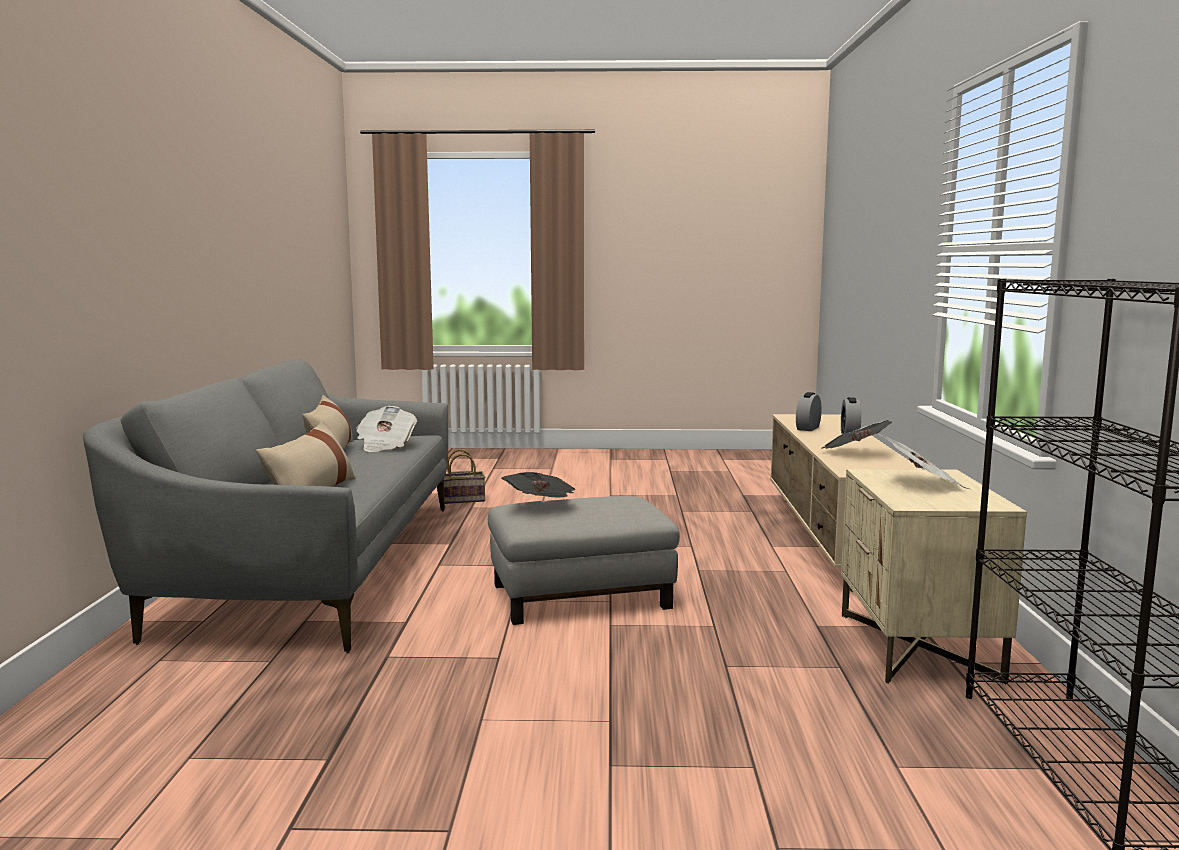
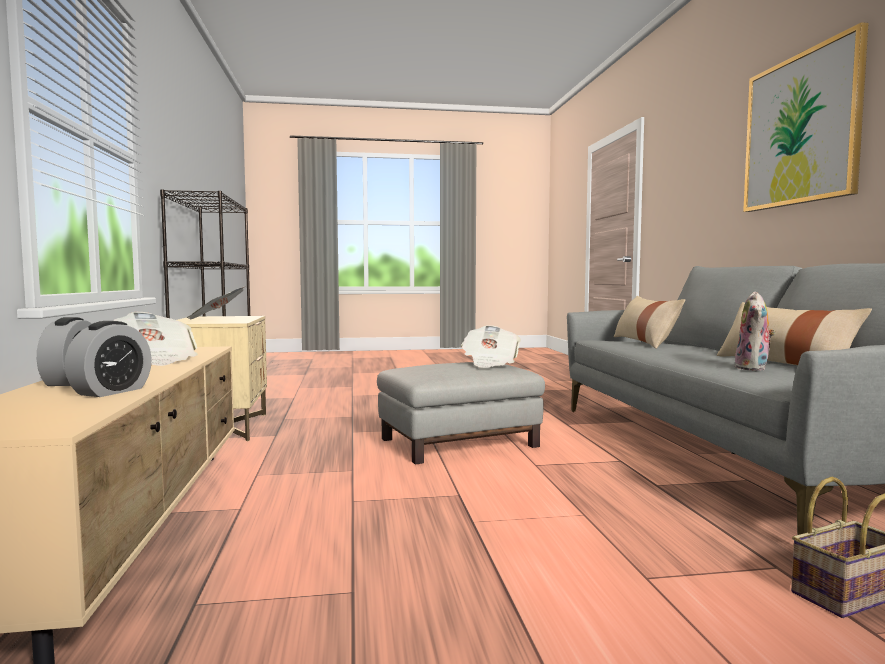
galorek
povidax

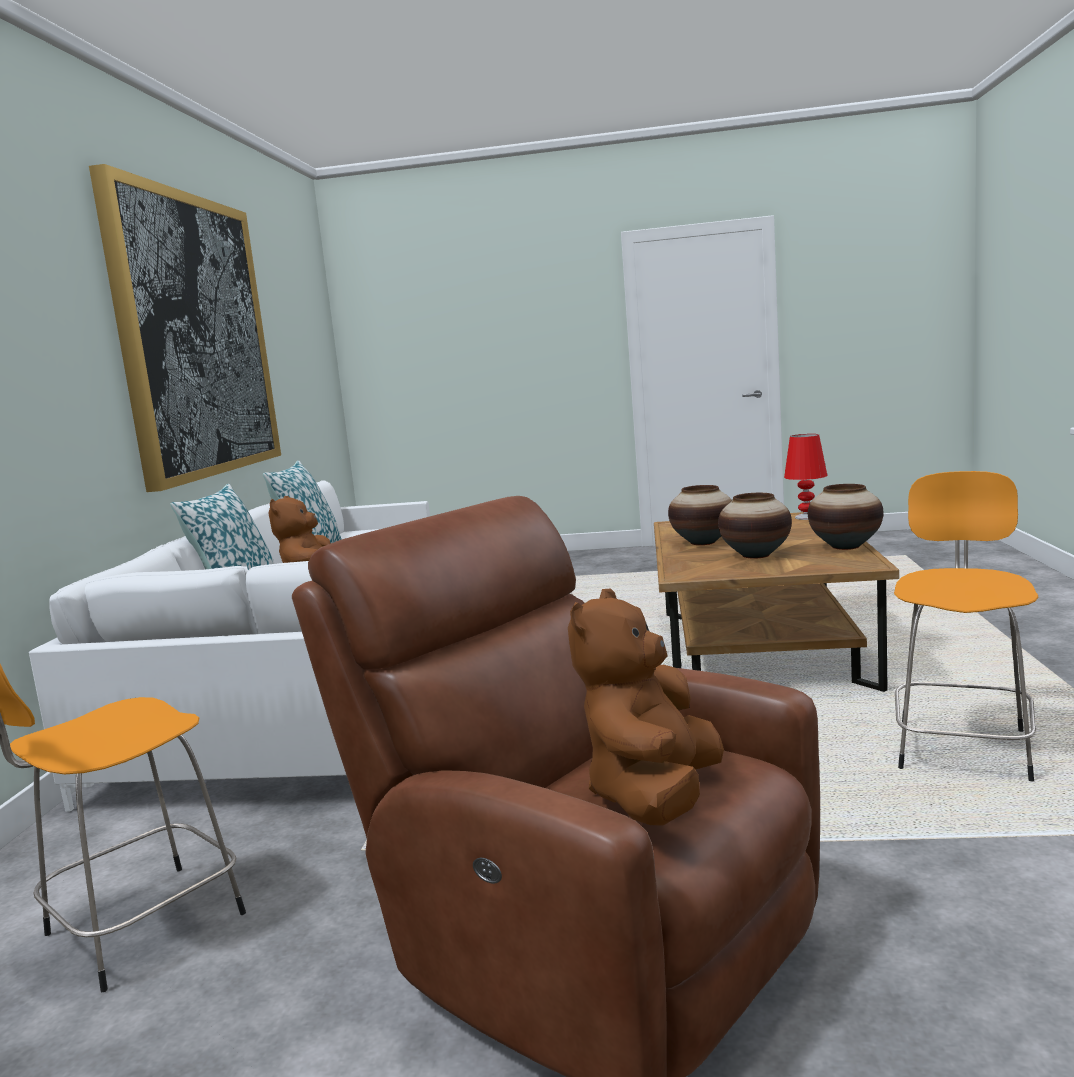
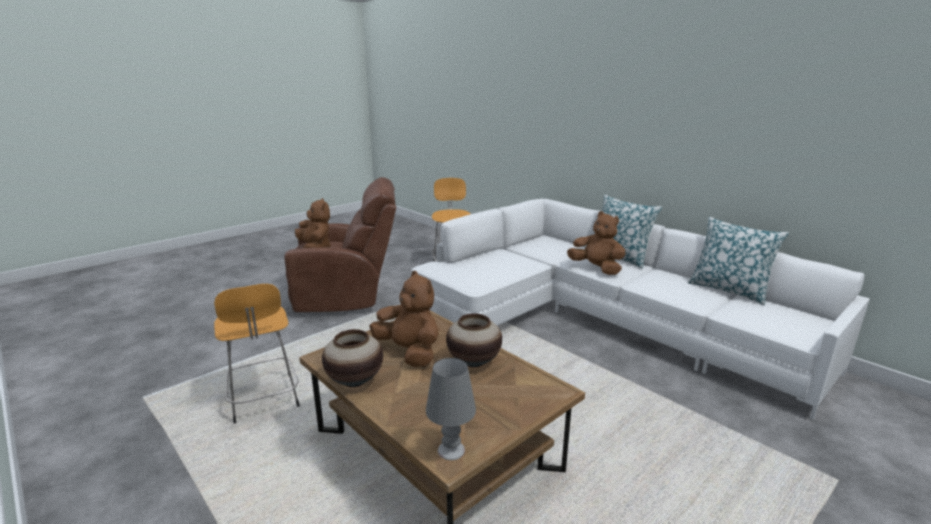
brown_galorek (2nd from left)
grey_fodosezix
povidax

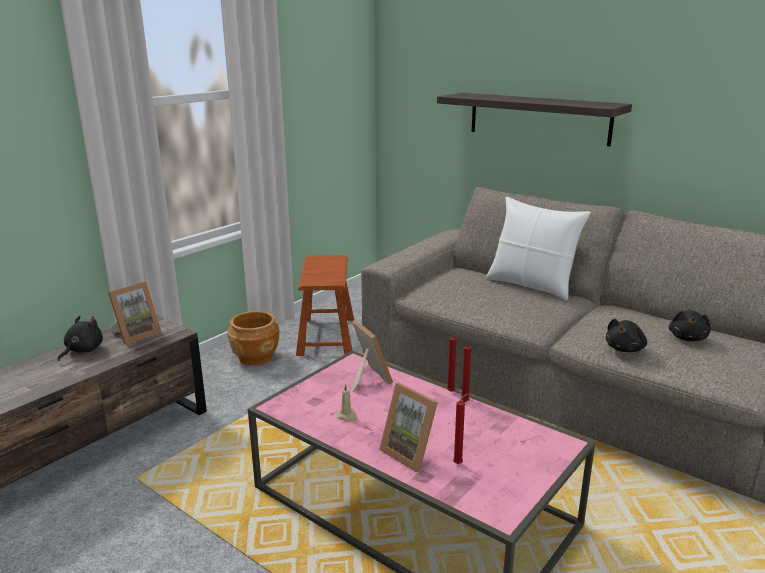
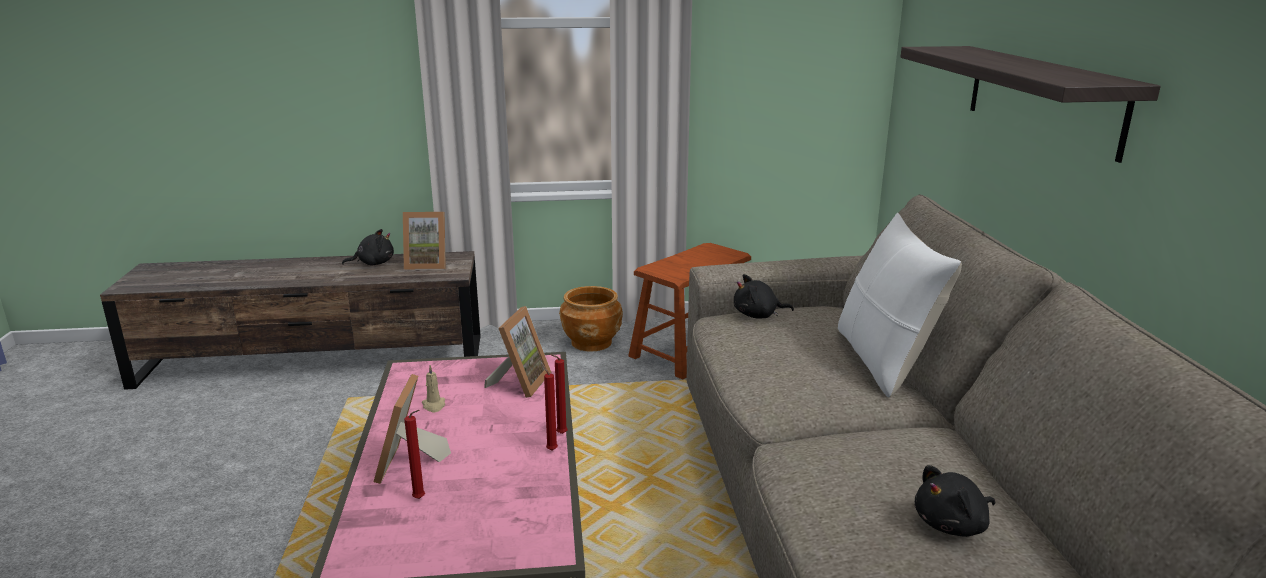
black_galorek (2nd from left)

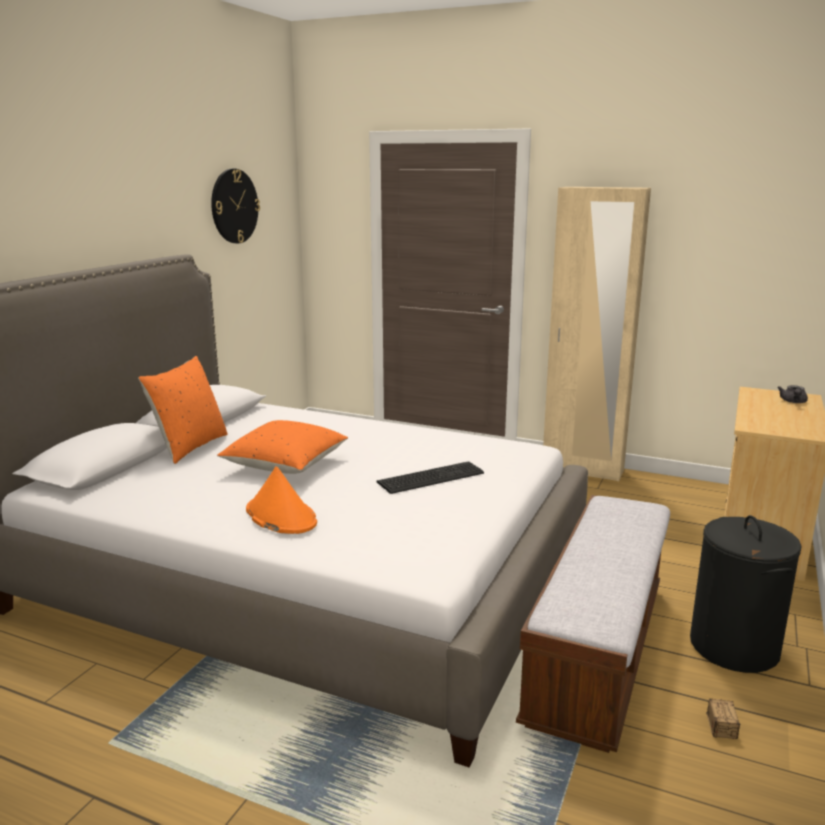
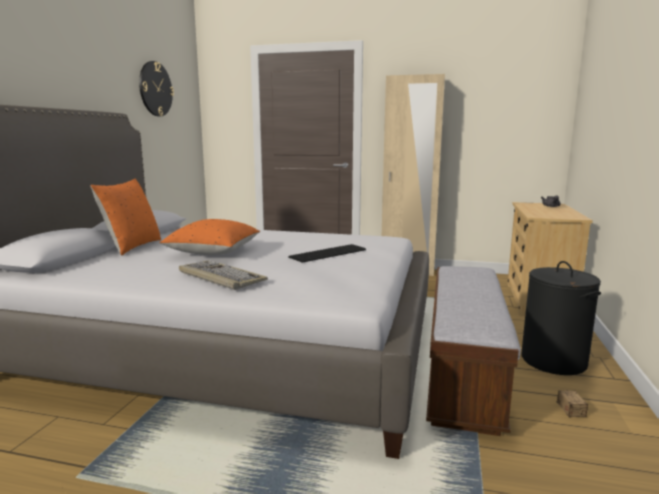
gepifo (1st from left)

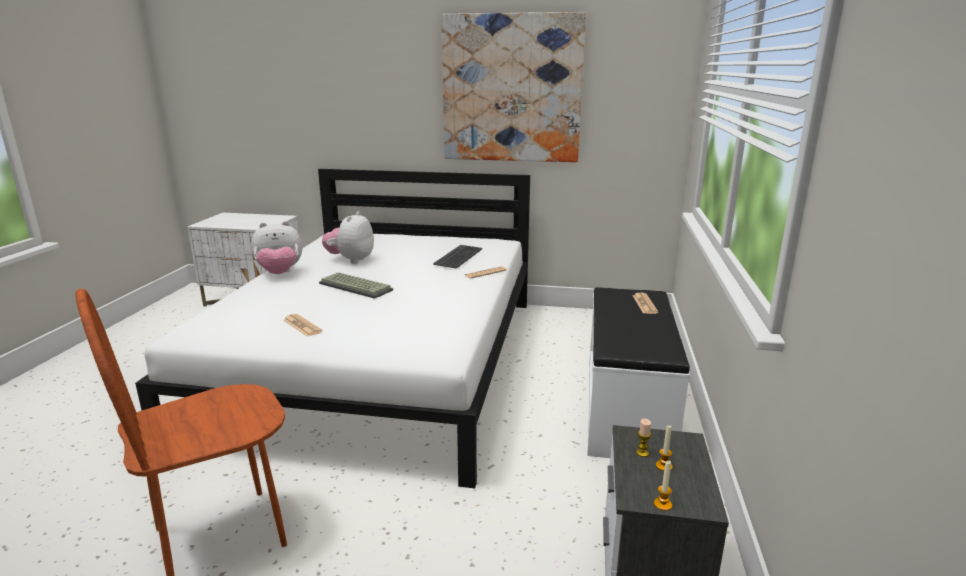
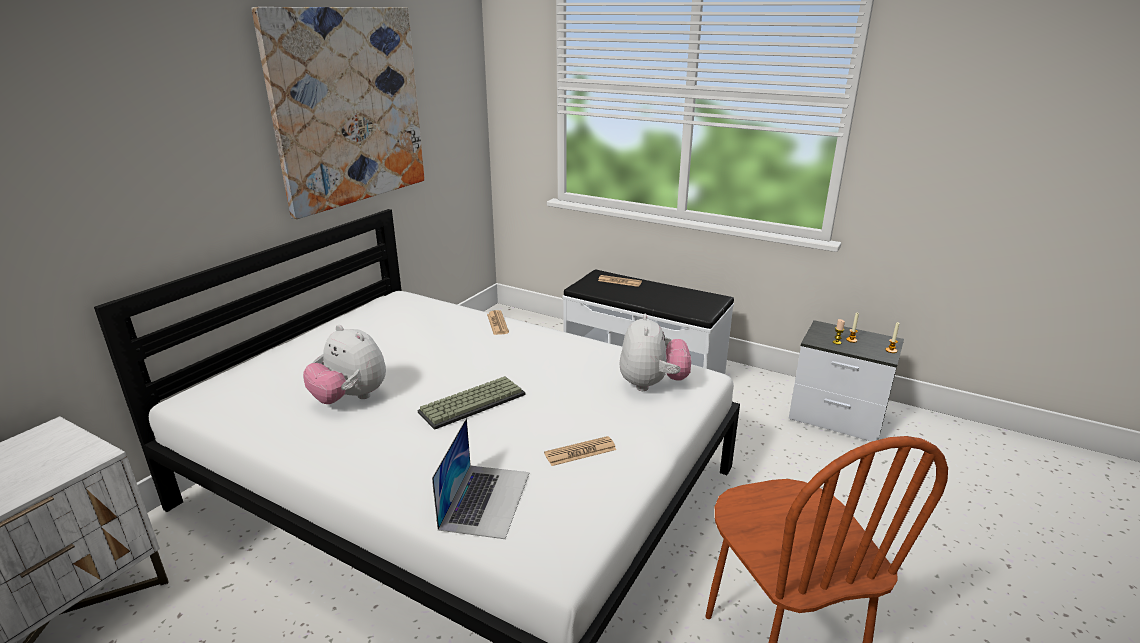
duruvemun
galorek (2nd from left)
gepifo (2nd from left in the first image)

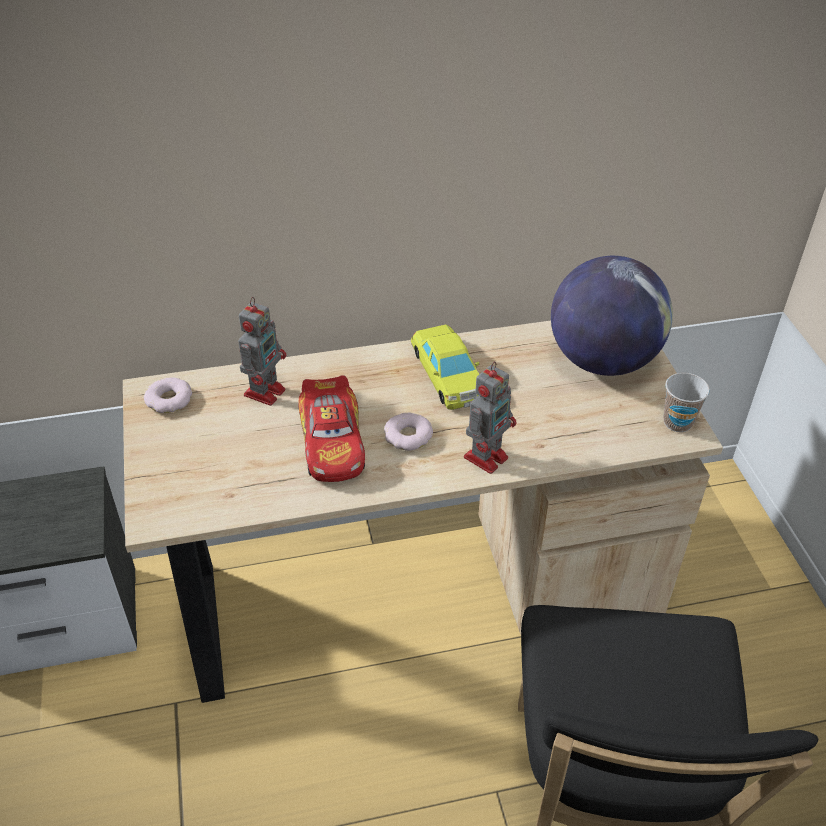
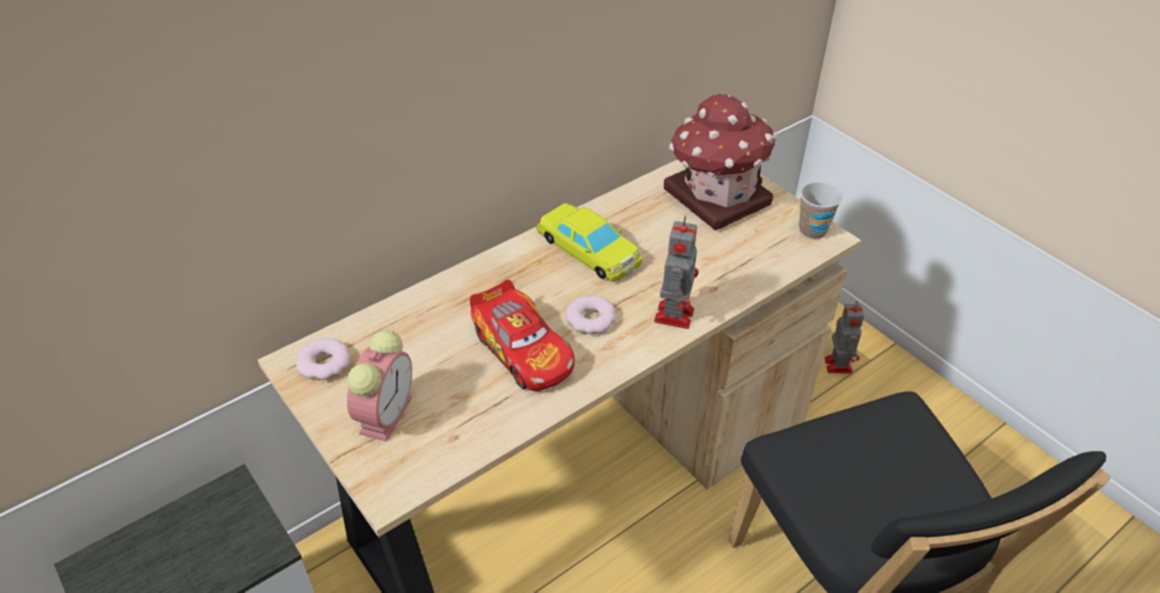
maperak
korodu
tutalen (2nd from left)

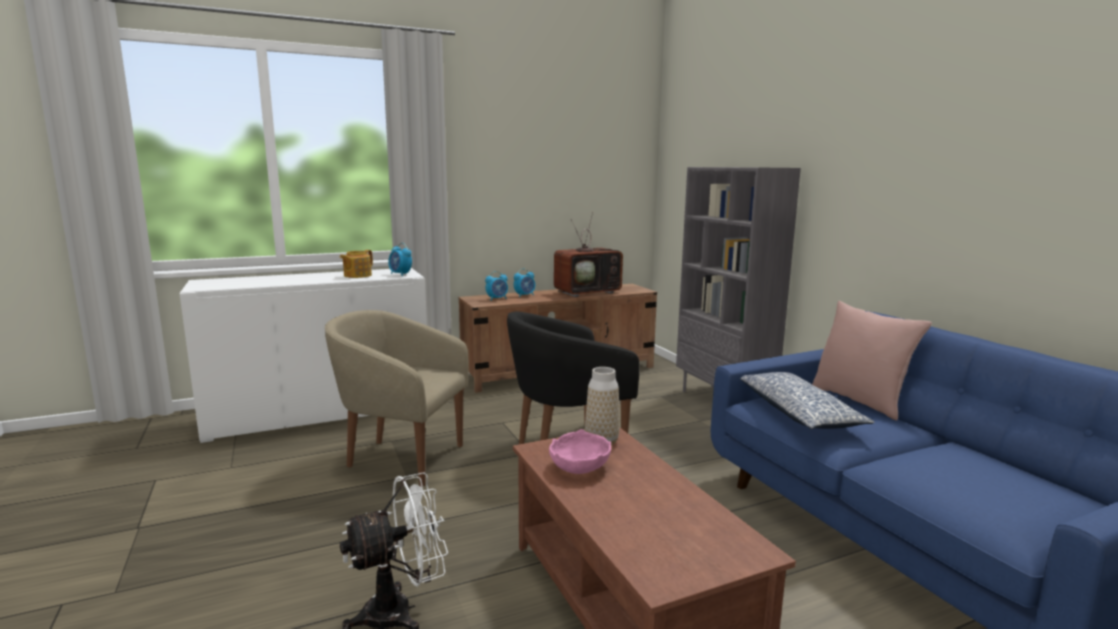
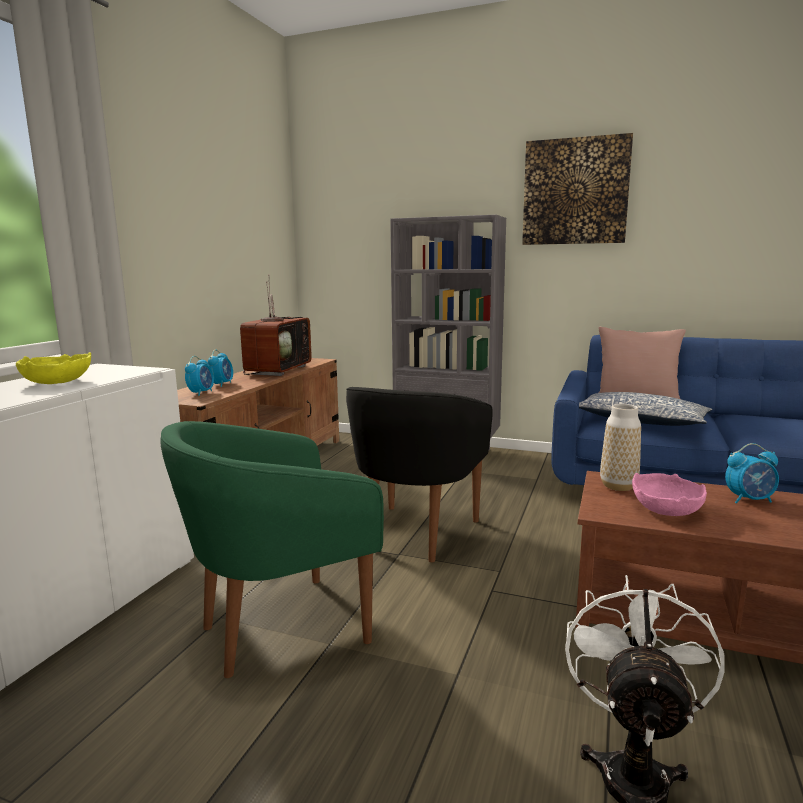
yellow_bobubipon
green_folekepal
povidax
maperak (3rd from left)

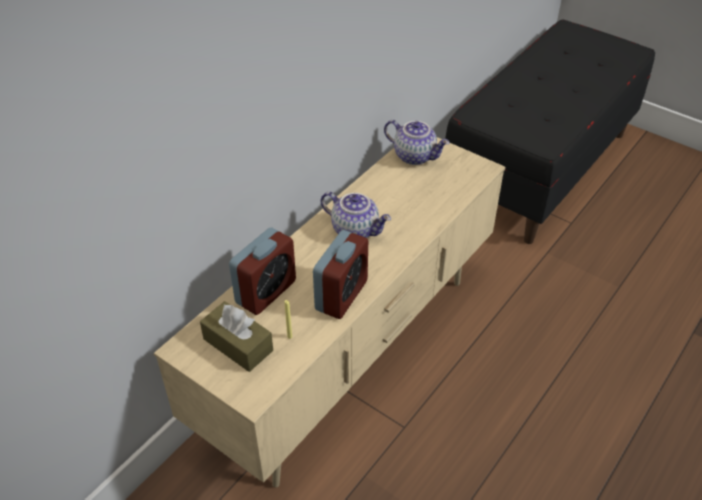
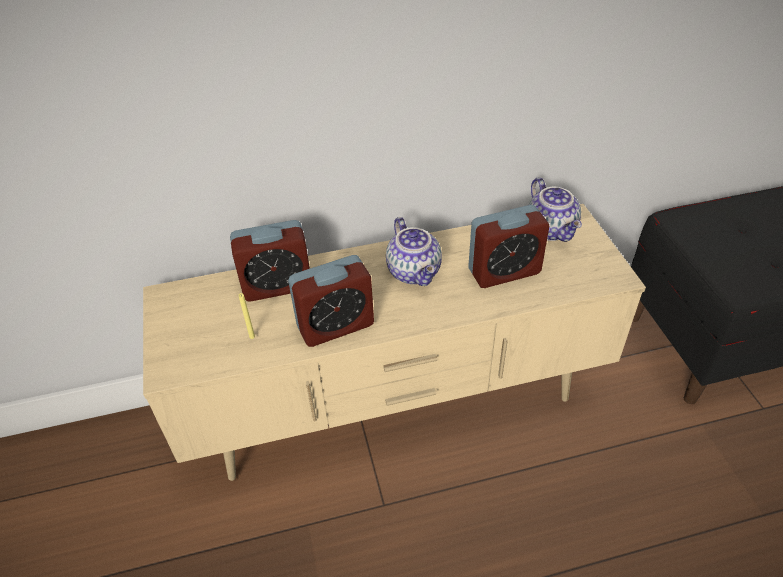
maperak (3rd from left)
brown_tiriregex

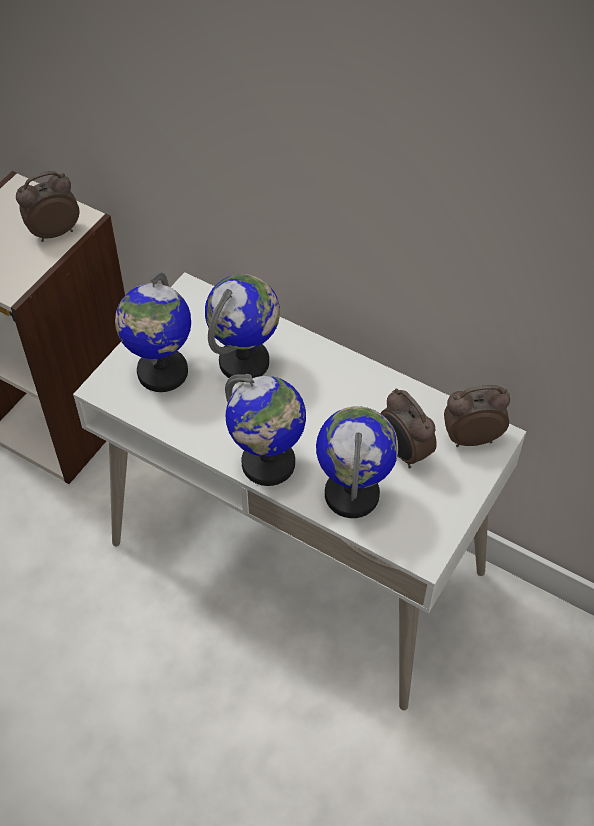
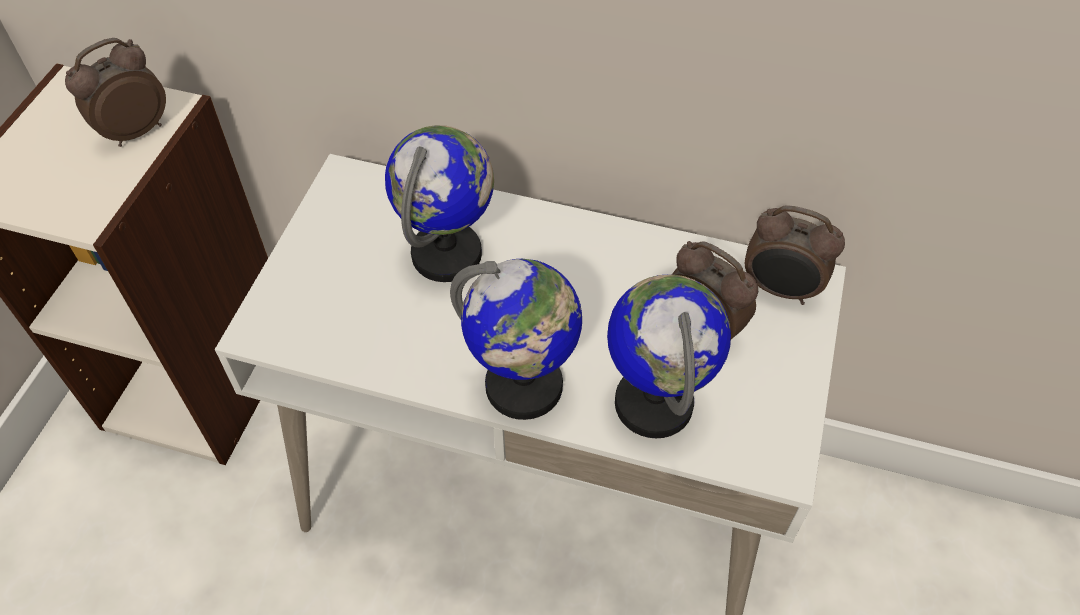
maperak (3rd from left)
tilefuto (1st from left in the first image)

